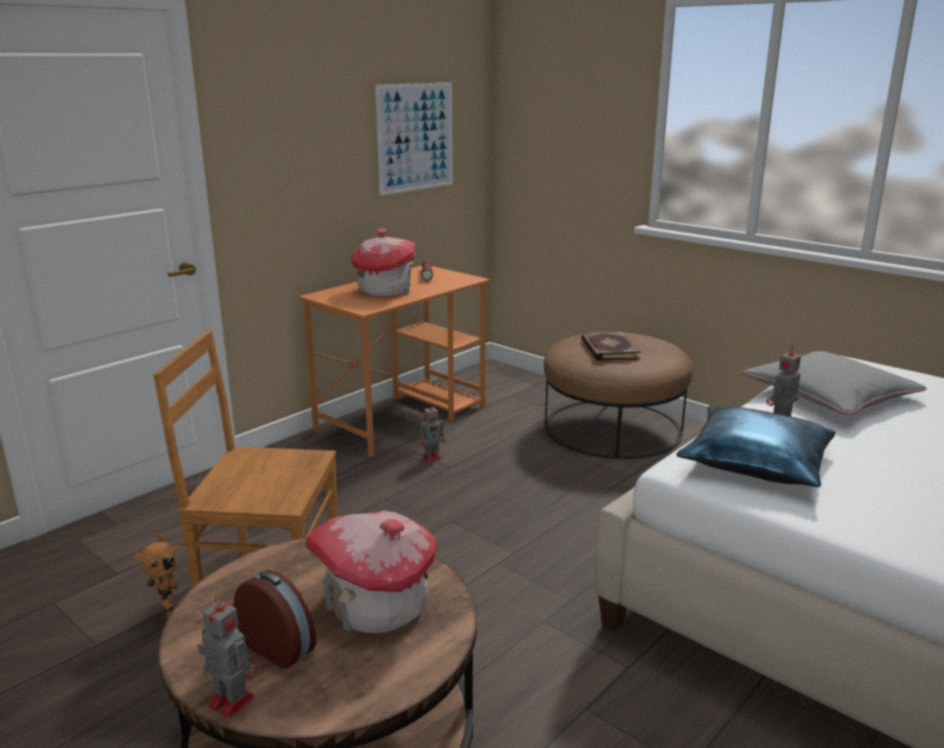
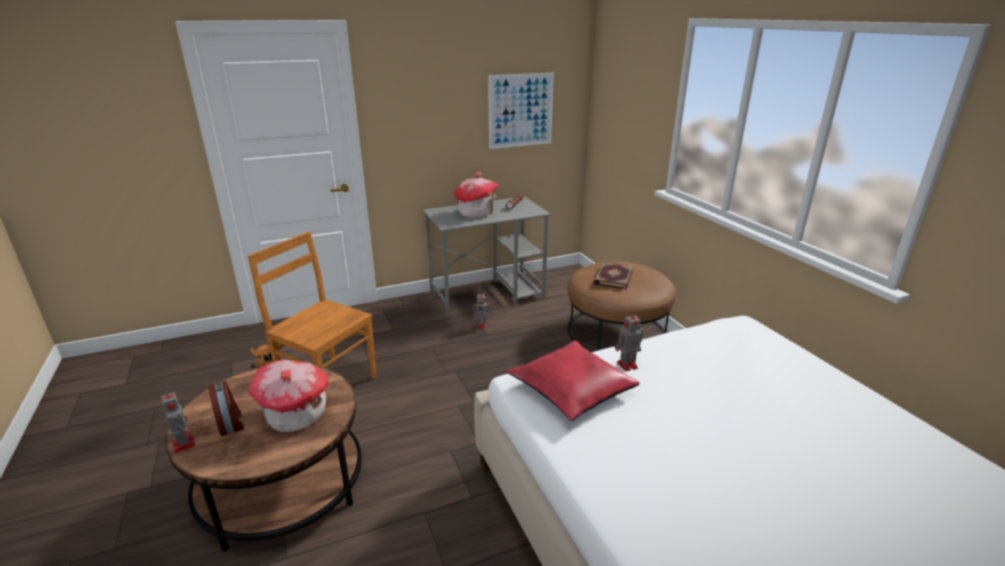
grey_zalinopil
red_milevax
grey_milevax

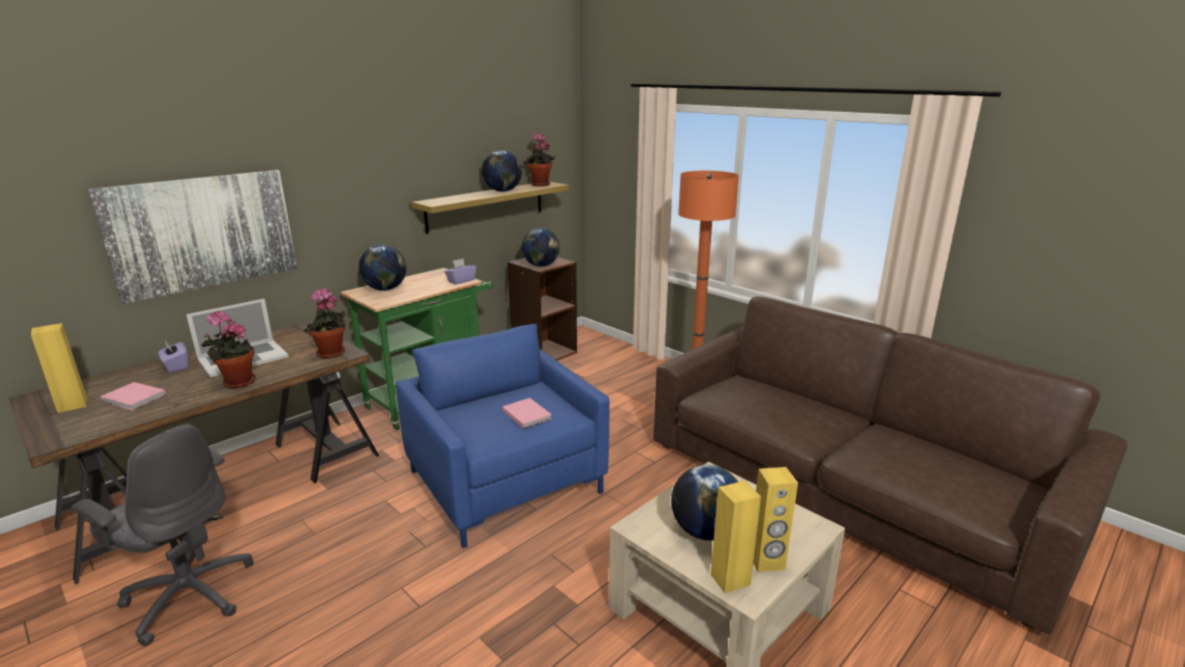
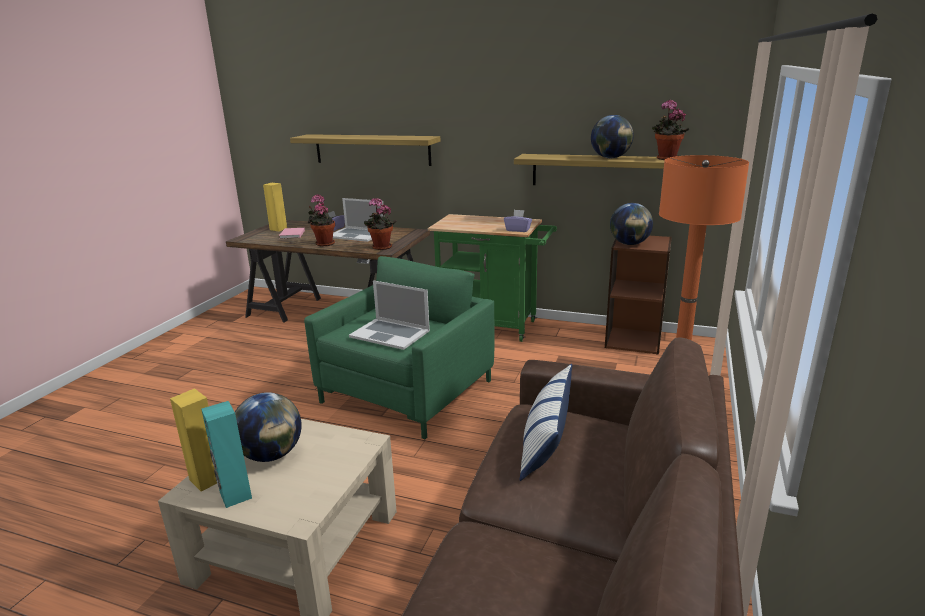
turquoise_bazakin
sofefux (1st from left)
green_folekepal
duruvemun (2nd from left)
milevax
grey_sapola
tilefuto (1st from left in the first image)

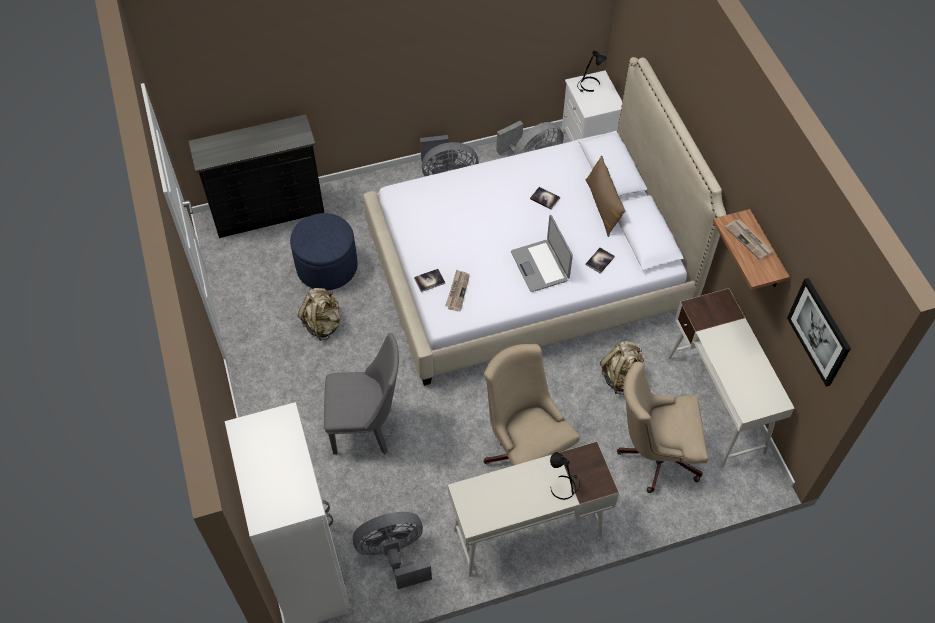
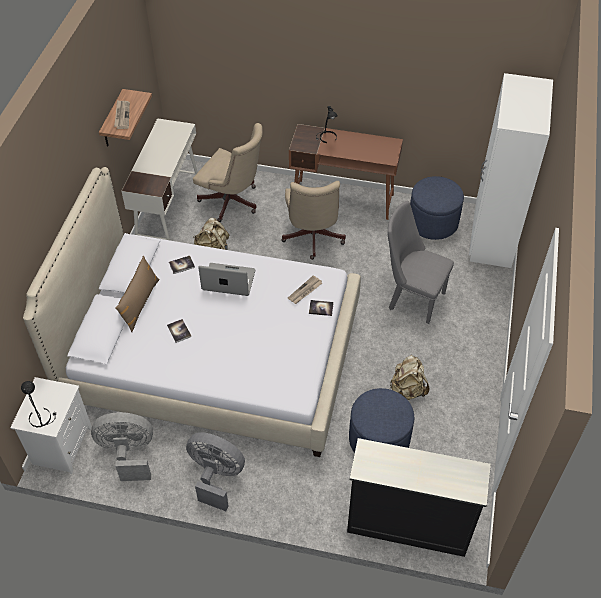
duruvemun
brown_zalinopil
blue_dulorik (2nd from left)
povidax

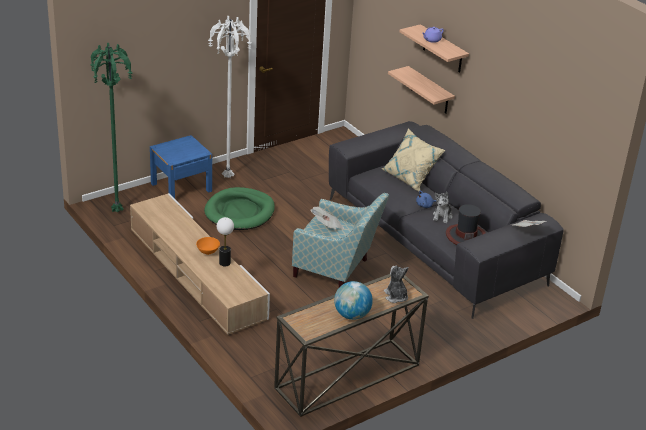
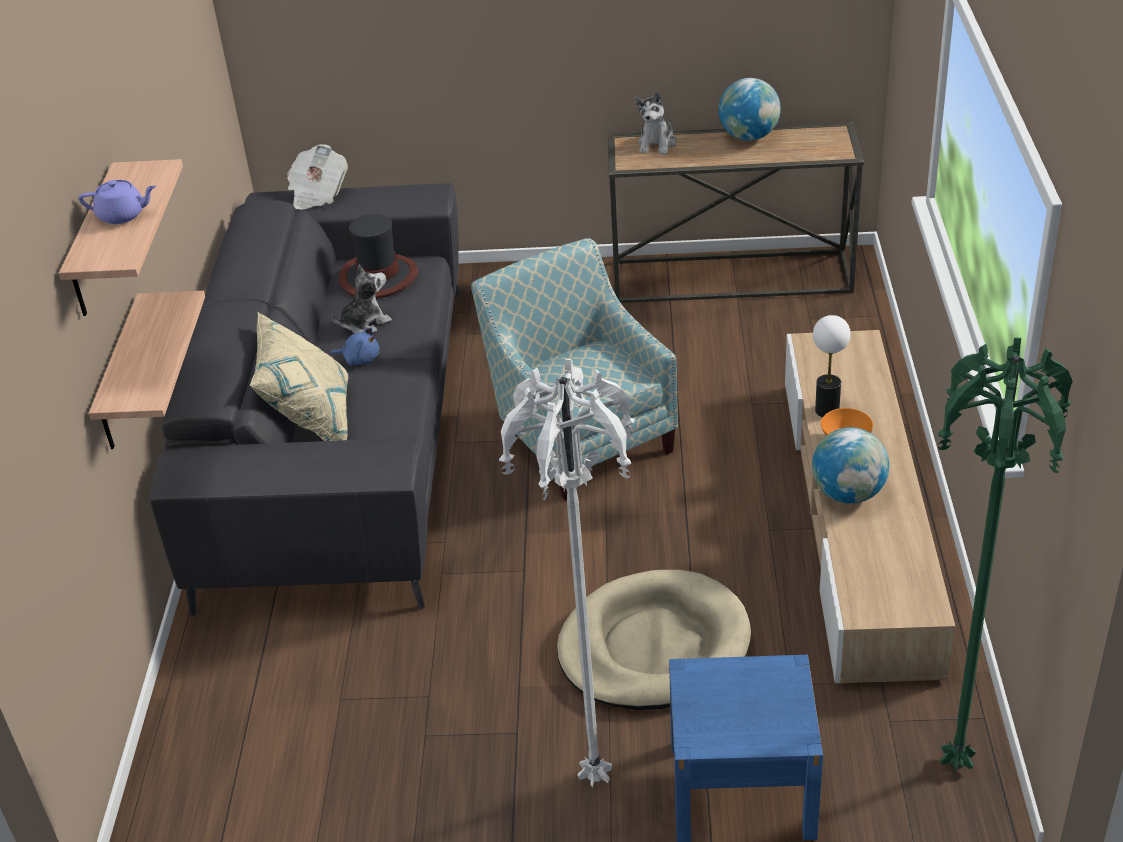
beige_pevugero
tilefuto (2nd from left)
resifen (1st from left in the first image)

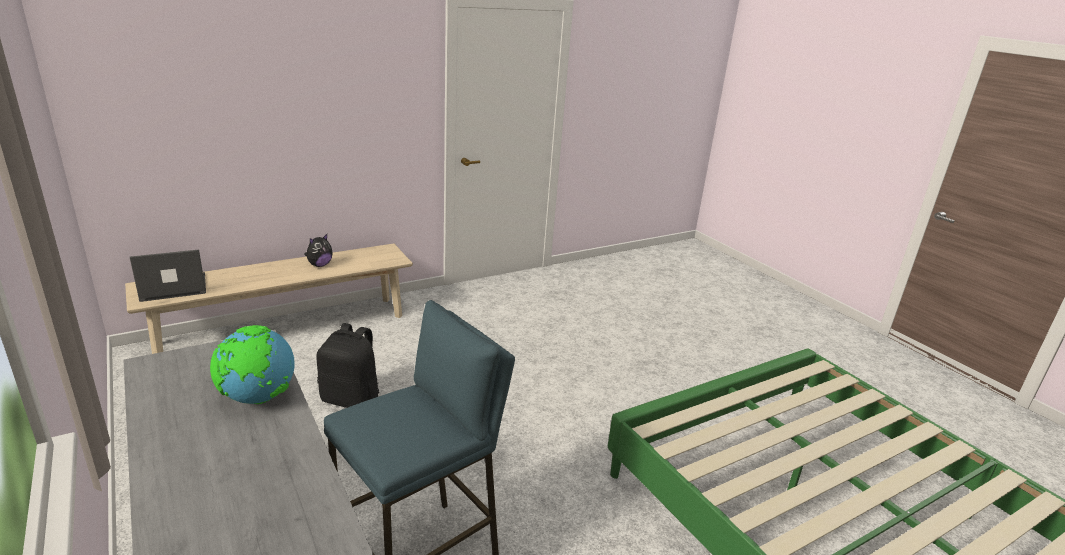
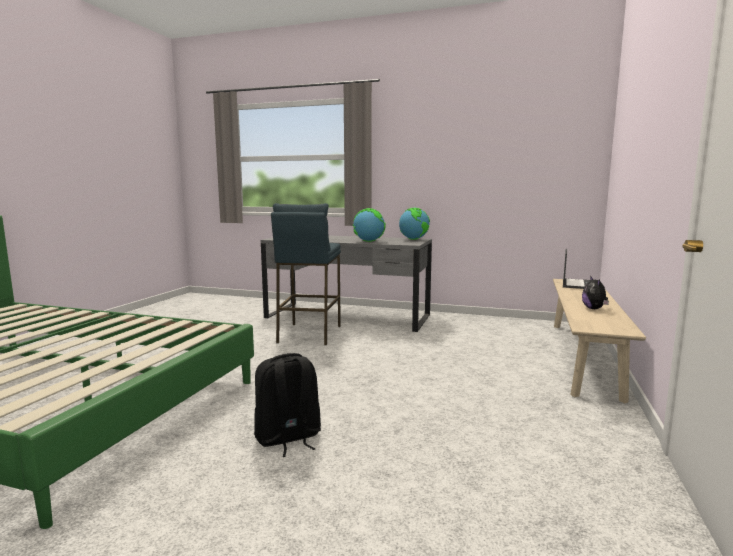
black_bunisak
tilefuto (2nd from left)

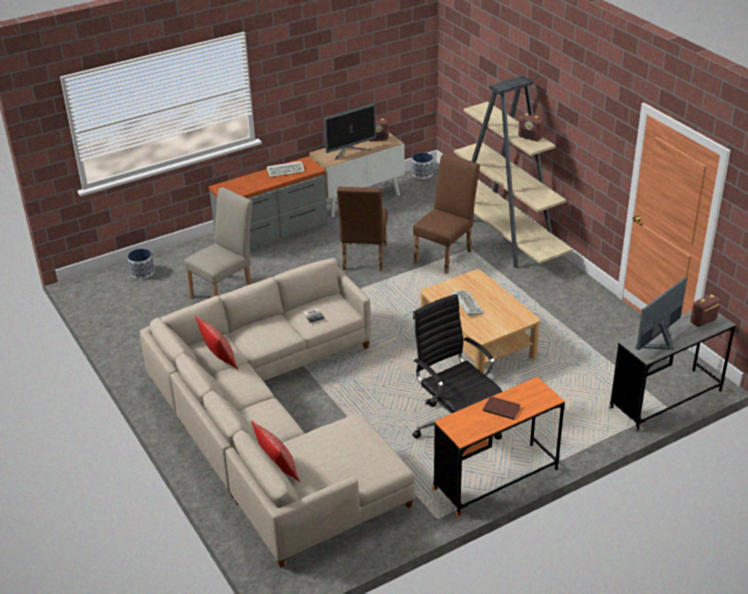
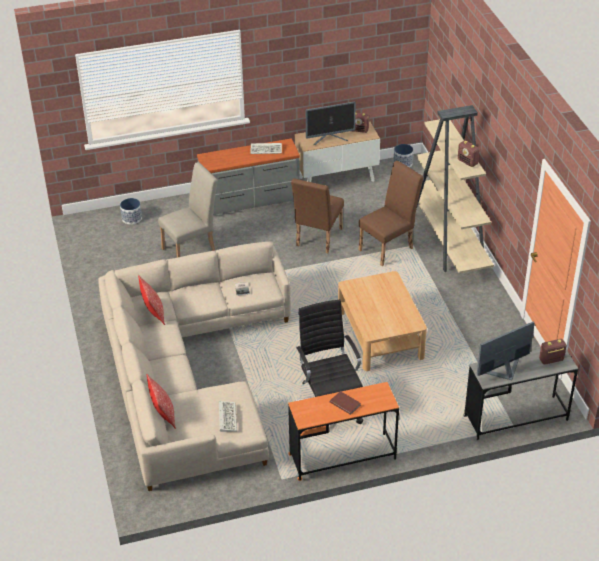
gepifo (1st from left)

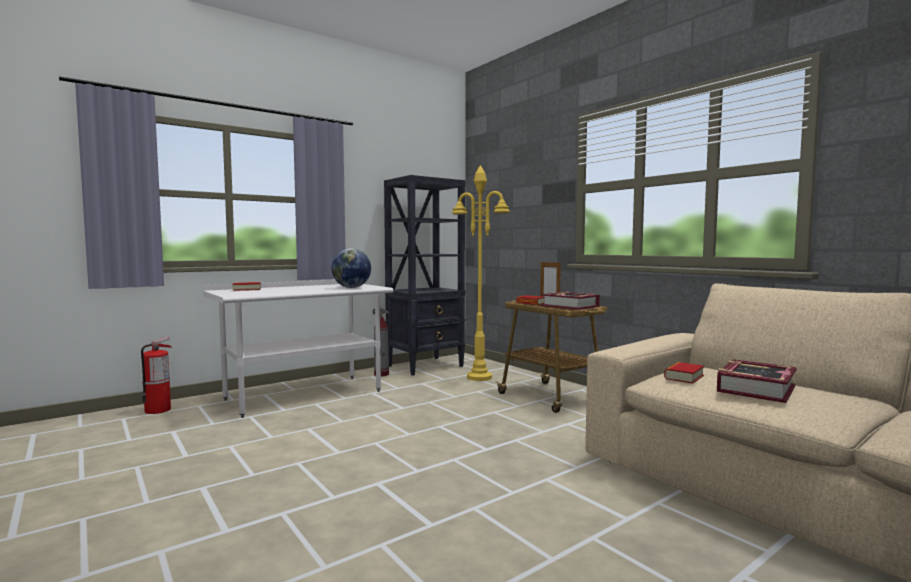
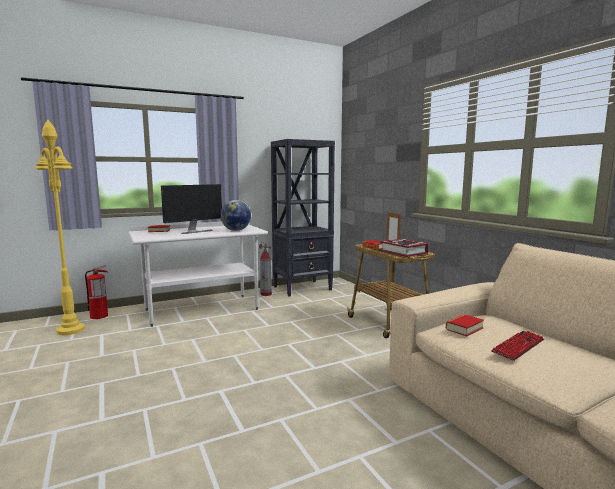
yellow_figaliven
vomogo
gepifo

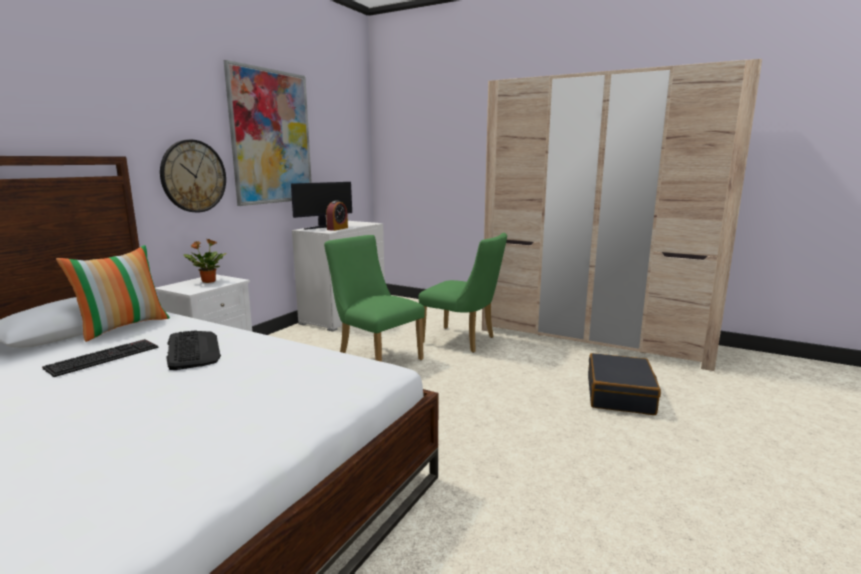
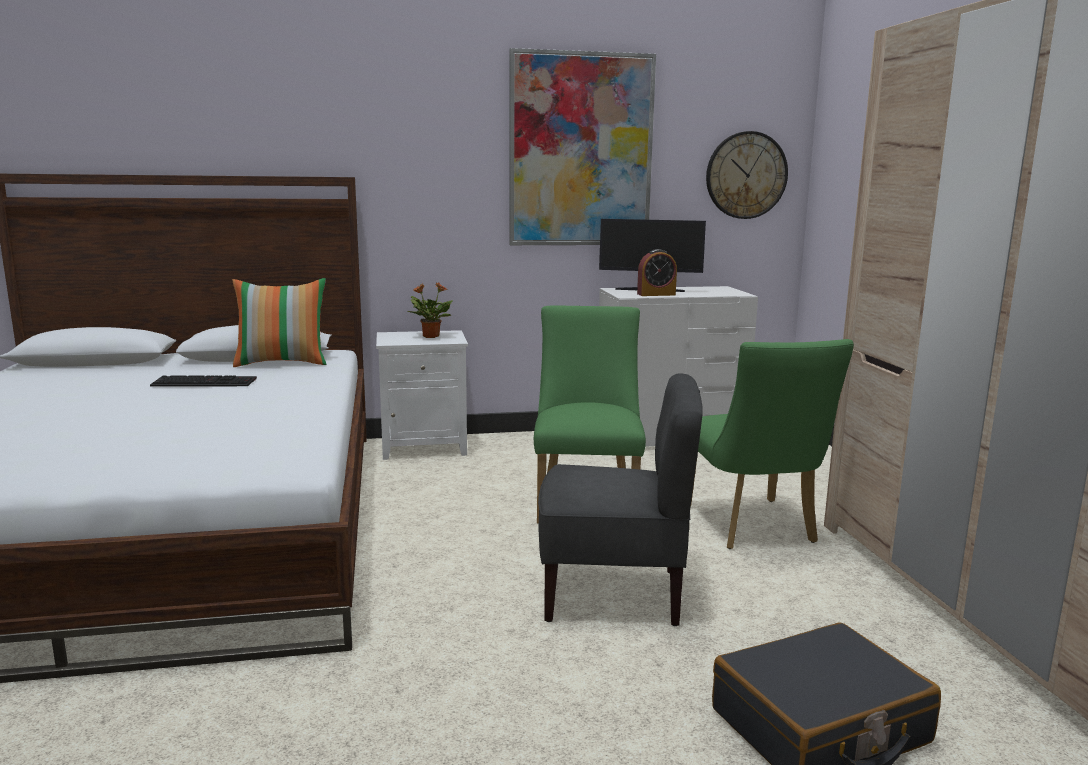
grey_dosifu
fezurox
gepifo (2nd from left in the first image)

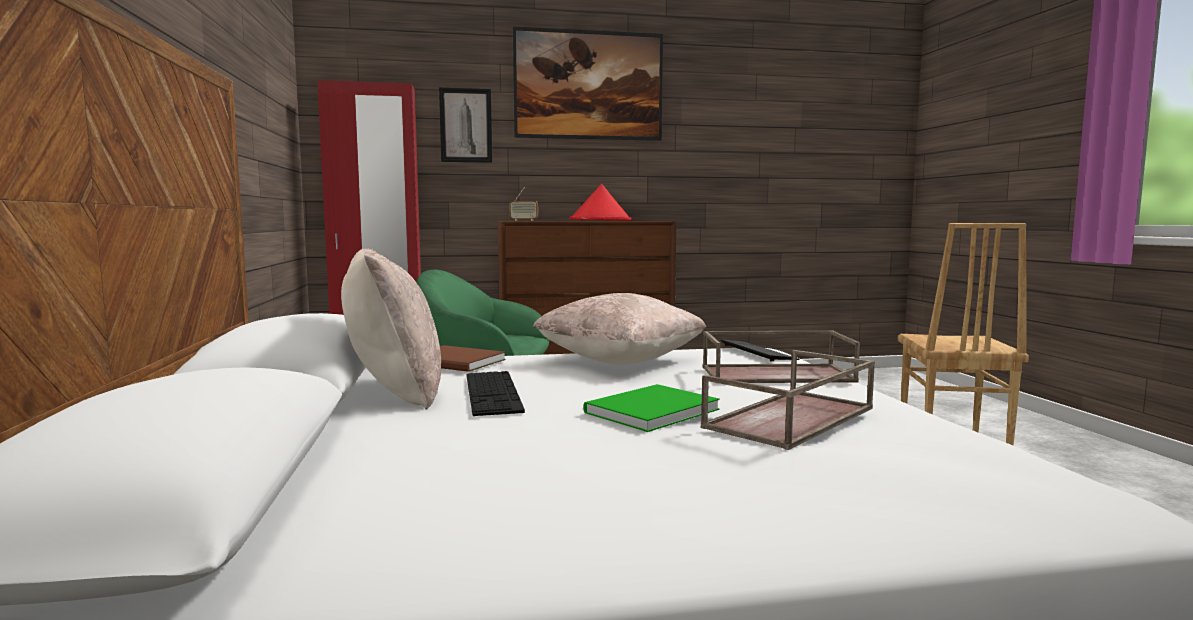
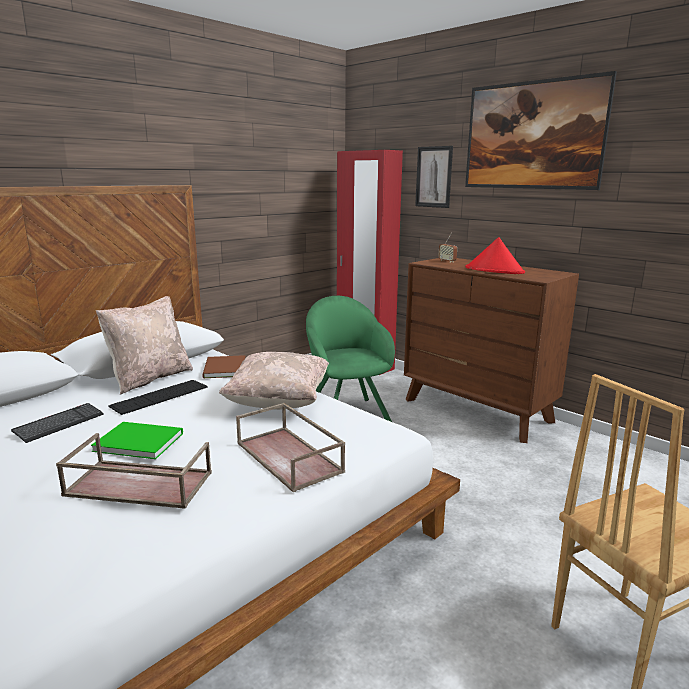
gepifo (1st from left)

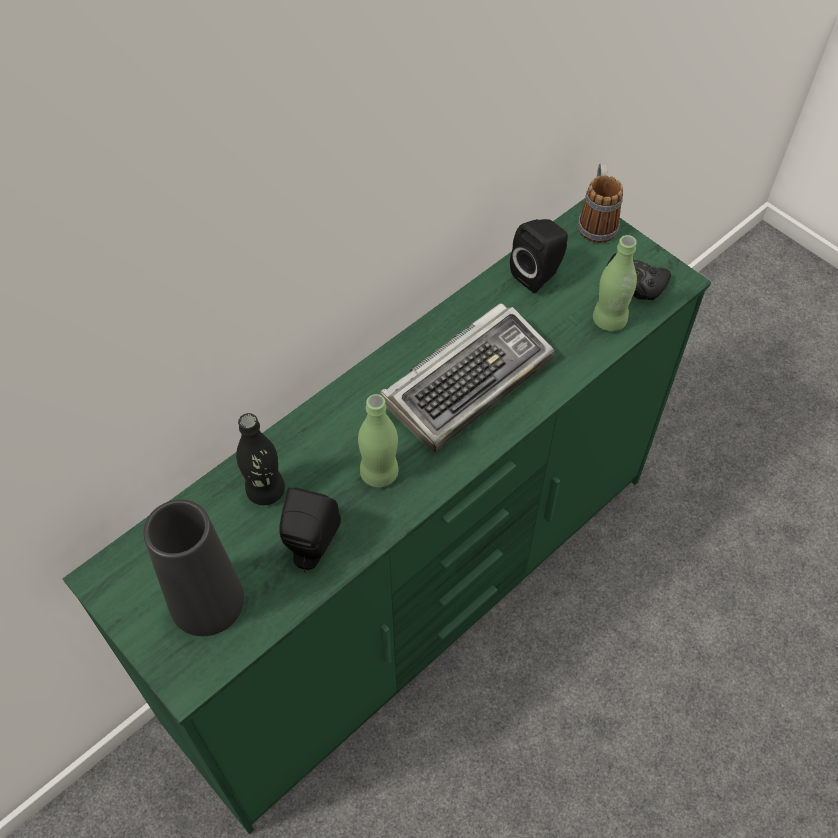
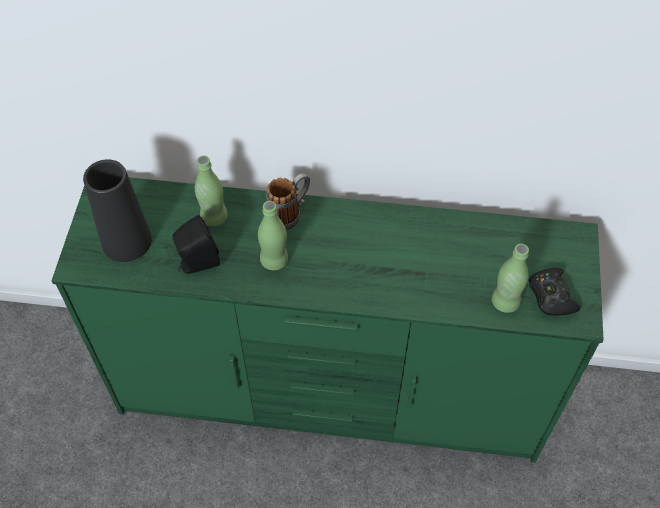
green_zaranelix (1st from left)
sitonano
gepifo
black_bazakin (2nd from left in the first image)

